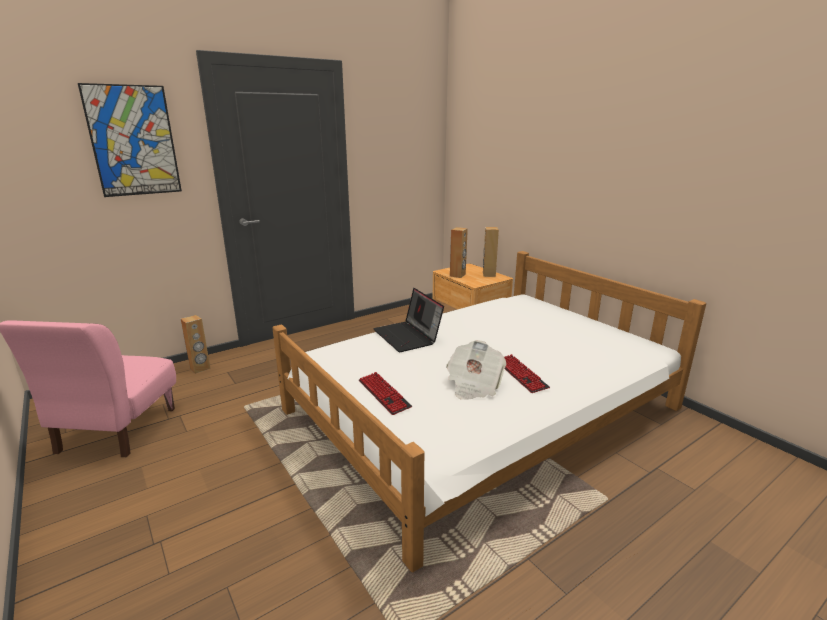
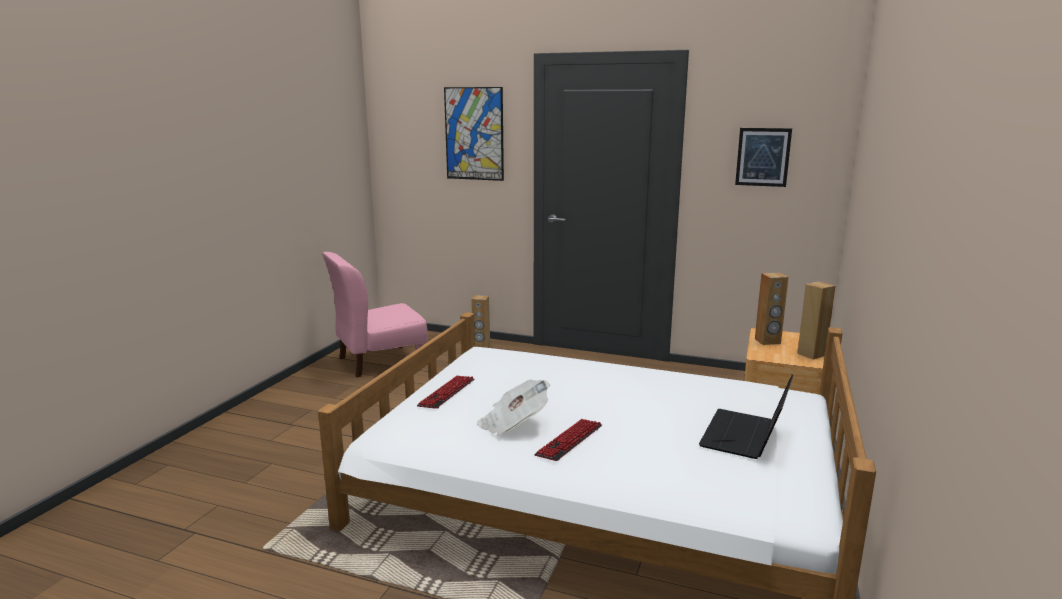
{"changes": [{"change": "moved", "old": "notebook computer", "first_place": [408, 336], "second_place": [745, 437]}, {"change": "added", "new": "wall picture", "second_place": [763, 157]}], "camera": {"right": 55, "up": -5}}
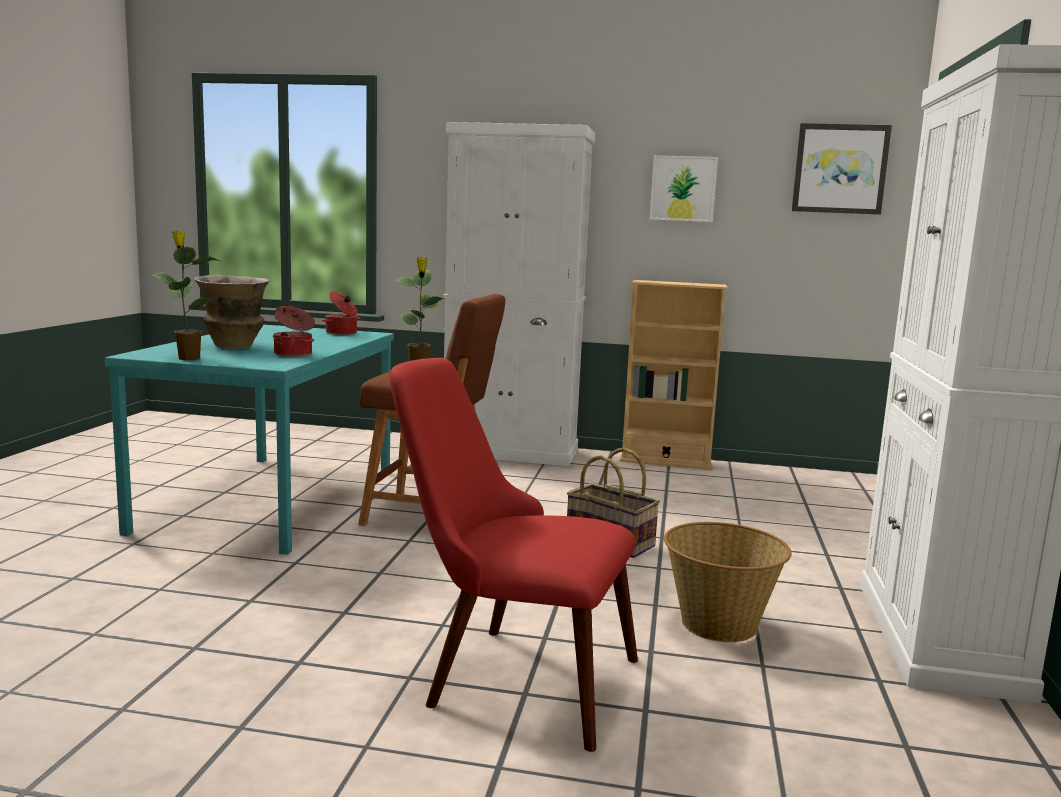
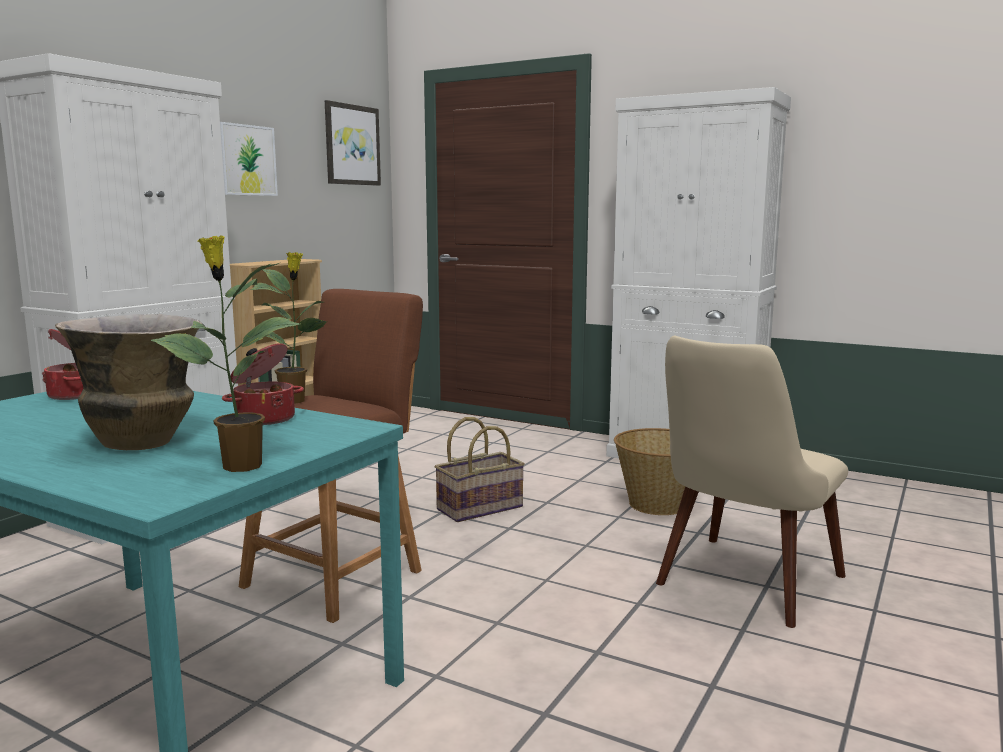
{"changes": [{"change": "recoloured", "old": "upright chair/reddish", "new": "upright chair/beige-coloured", "first_place": [508, 676], "second_place": [740, 588]}], "camera": {"right": -70, "up": 0}}
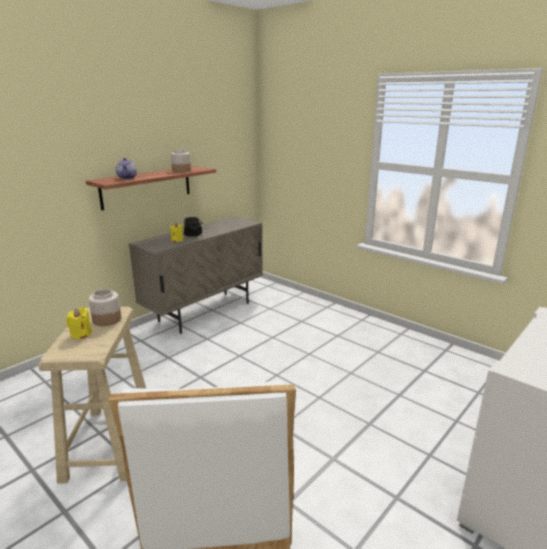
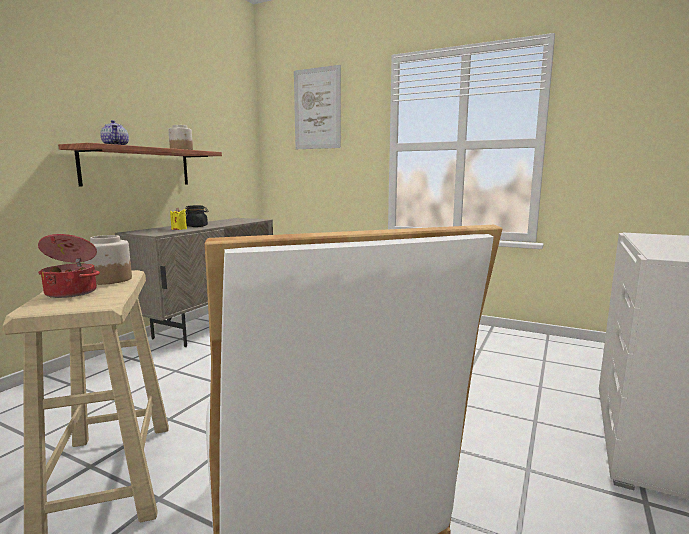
{"changes": [{"change": "replaced", "old": "wax light/yellow", "new": "stockpot", "first_place": [81, 334], "second_place": [72, 292]}, {"change": "added", "new": "wall picture", "second_place": [317, 109]}], "camera": {"right": -15, "up": -10}}
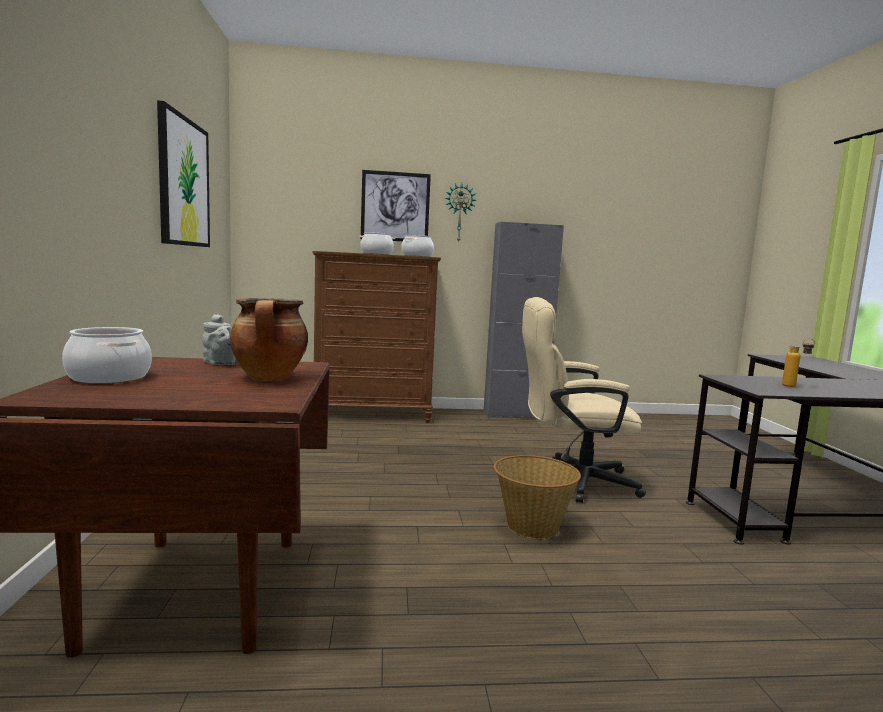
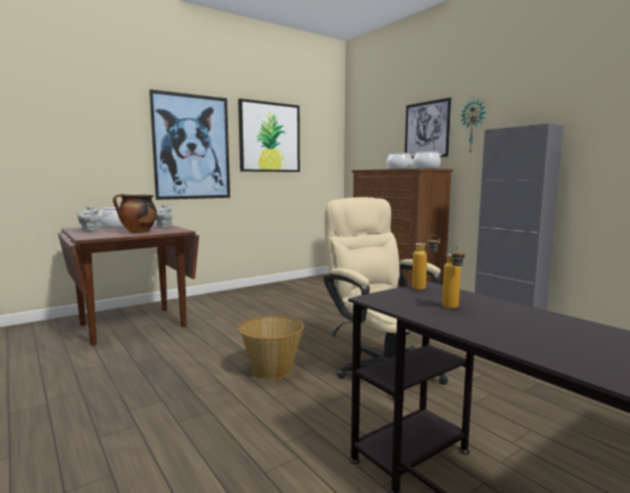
{"changes": [{"change": "added", "new": "pot for tea/greyish", "second_place": [89, 230]}, {"change": "added", "new": "wall picture", "second_place": [191, 147]}, {"change": "added", "new": "beverage bottle", "second_place": [424, 289]}], "camera": {"right": 60, "up": 0}}
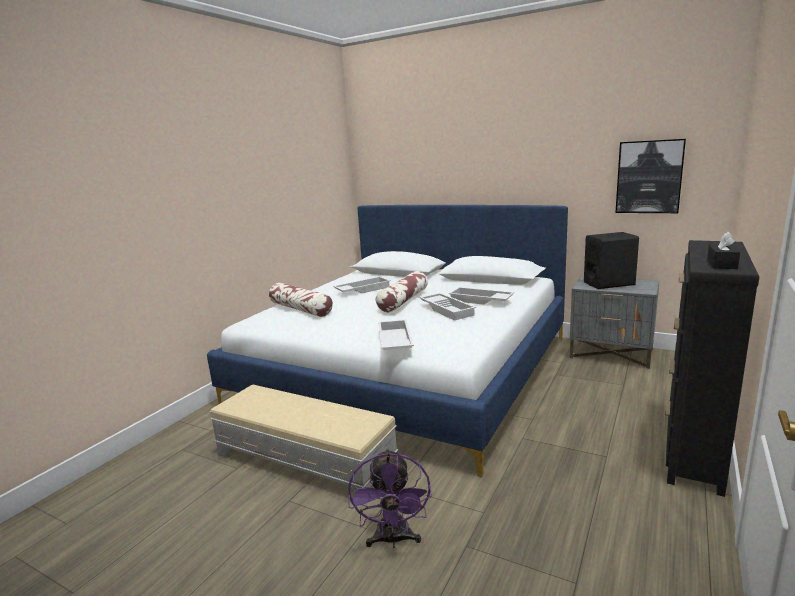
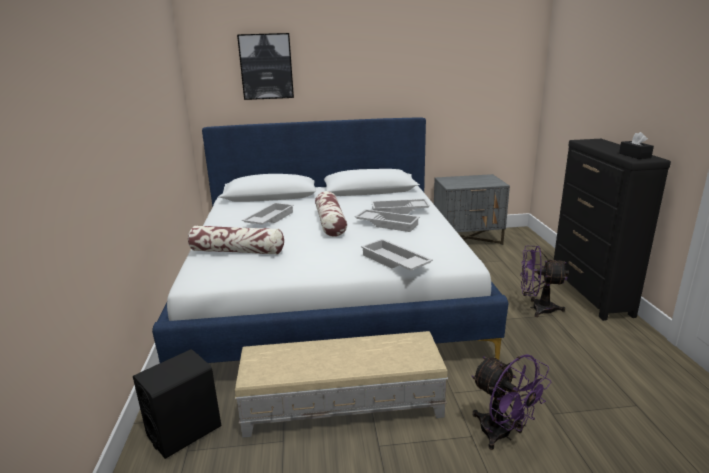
{"changes": [{"change": "moved", "old": "loudspeaker/black-coloured", "first_place": [609, 283], "second_place": [184, 431]}, {"change": "moved", "old": "wall picture", "first_place": [649, 177], "second_place": [266, 66]}, {"change": "added", "new": "fan/purple", "second_place": [537, 308]}], "camera": {"right": -35, "up": 5}}
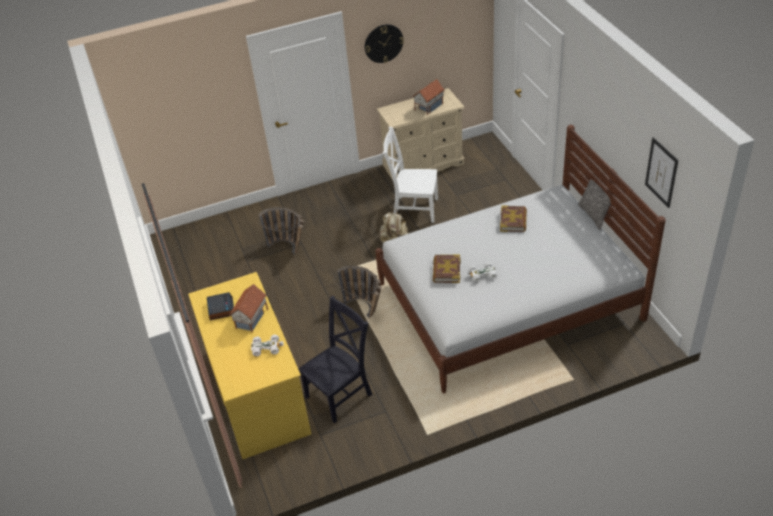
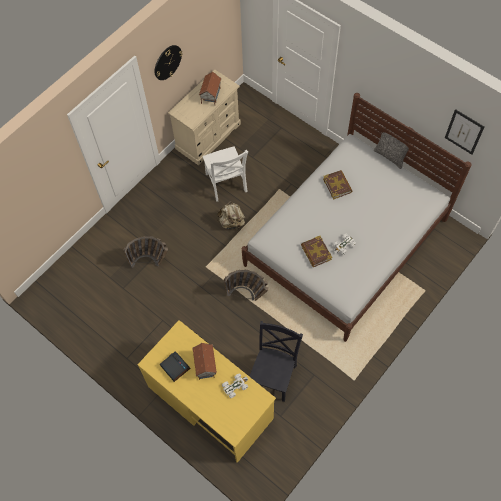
{"changes": [{"change": "turned", "old": "upright chair/white-coloured", "first_place": [413, 209], "second_place": [226, 184], "degrees": -90}], "camera": {"right": -30, "up": 20}}
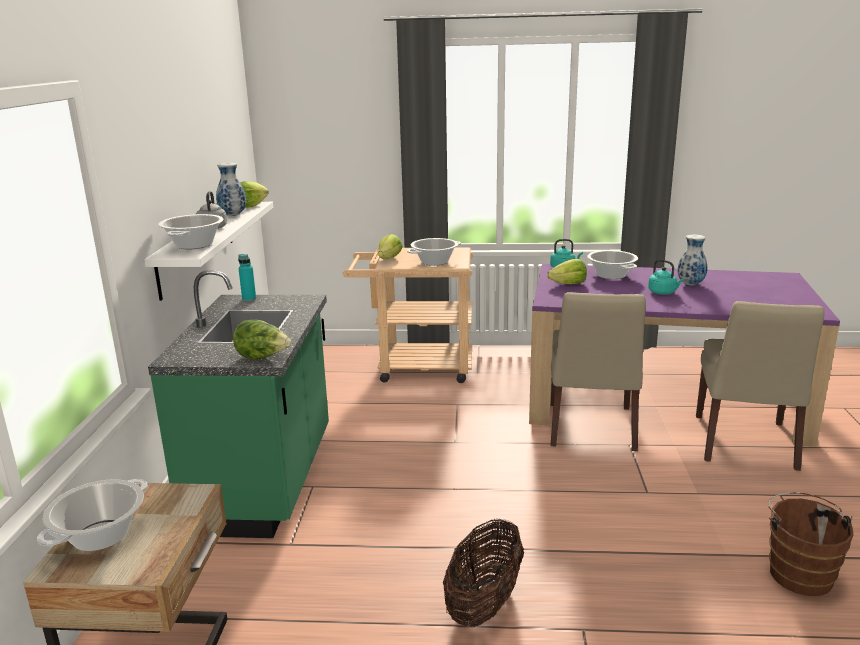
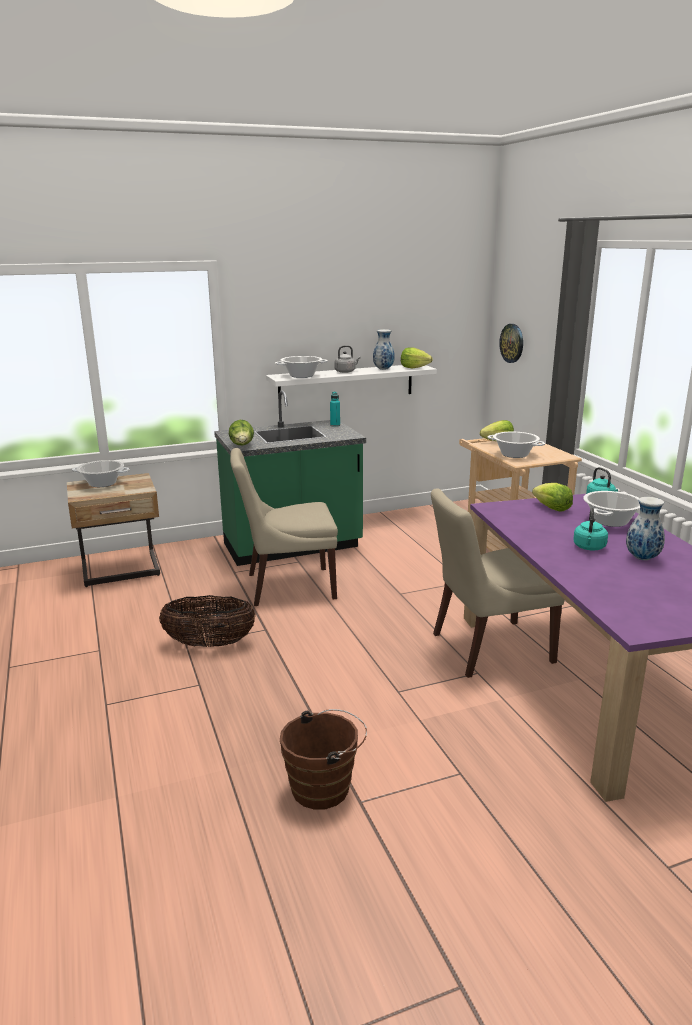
{"changes": [{"change": "moved", "old": "upright chair/beige-coloured", "first_place": [744, 444], "second_place": [287, 586]}, {"change": "added", "new": "hanging clock", "second_place": [512, 343]}], "camera": {"right": 65, "up": 0}}
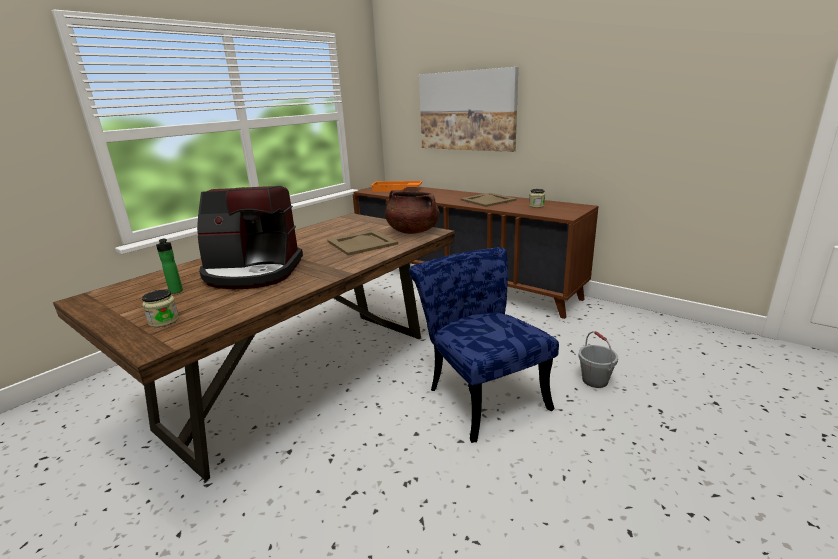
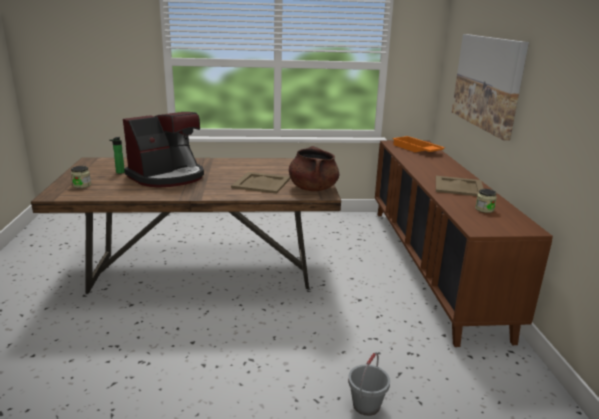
{"changes": [{"change": "turned", "old": "coffee maker", "first_place": [253, 272], "second_place": [167, 177], "degrees": -90}, {"change": "removed", "old": "upright chair/blue-coloured", "first_place": [481, 394]}], "camera": {"right": 45, "up": 0}}
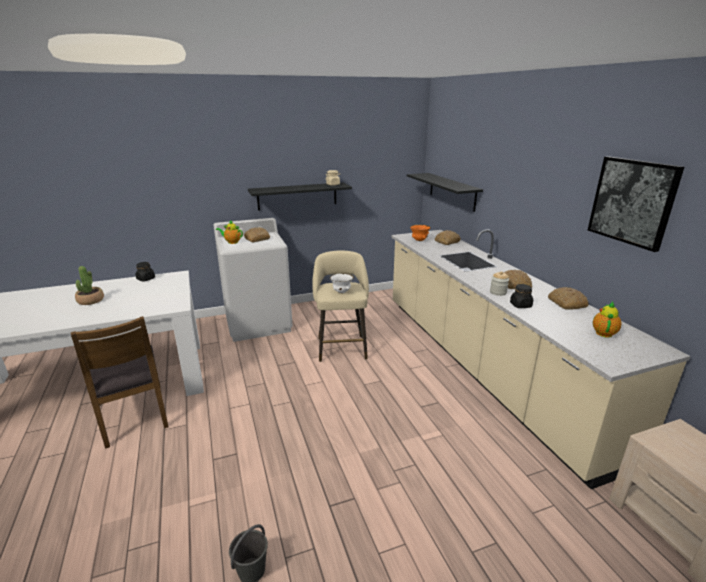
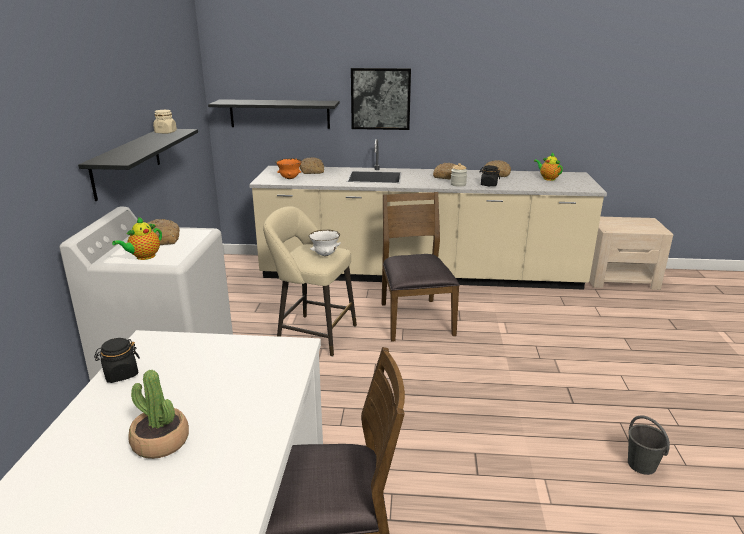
{"changes": [{"change": "moved", "old": "wall picture", "first_place": [632, 201], "second_place": [380, 99]}, {"change": "added", "new": "upright chair/brown-coloured", "second_place": [414, 318]}], "camera": {"right": -65, "up": 0}}
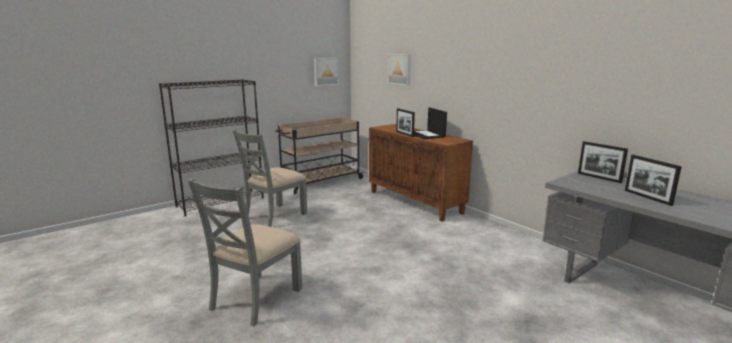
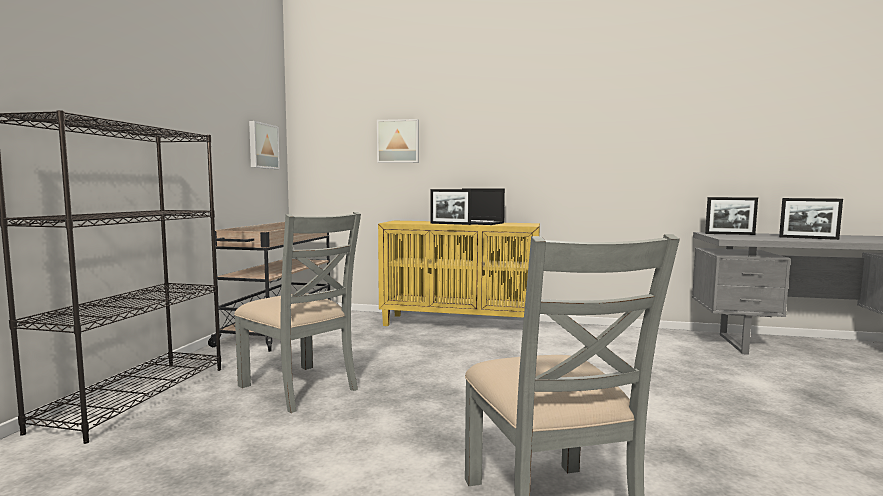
{"changes": [{"change": "turned", "old": "upright chair/greyish", "first_place": [274, 216], "second_place": [299, 387], "degrees": -45}, {"change": "recoloured", "old": "cabinet/brown-coloured", "new": "cabinet/yellow", "first_place": [415, 202], "second_place": [460, 324]}], "camera": {"right": -40, "up": -10}}
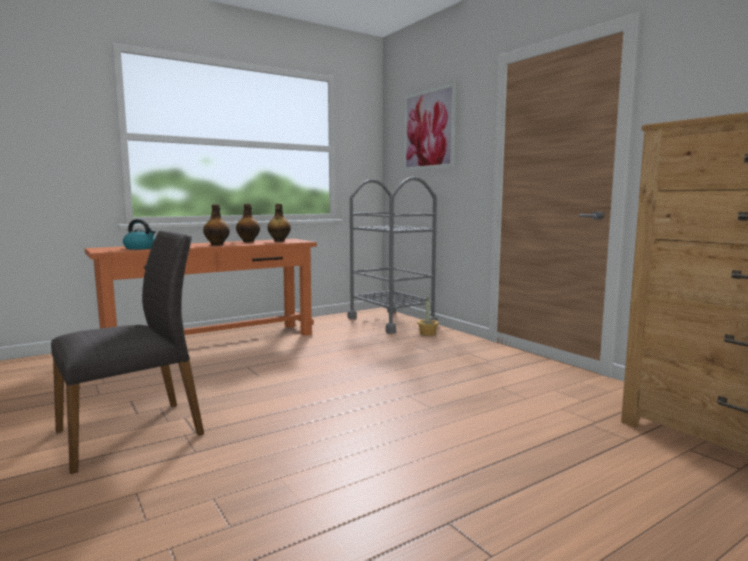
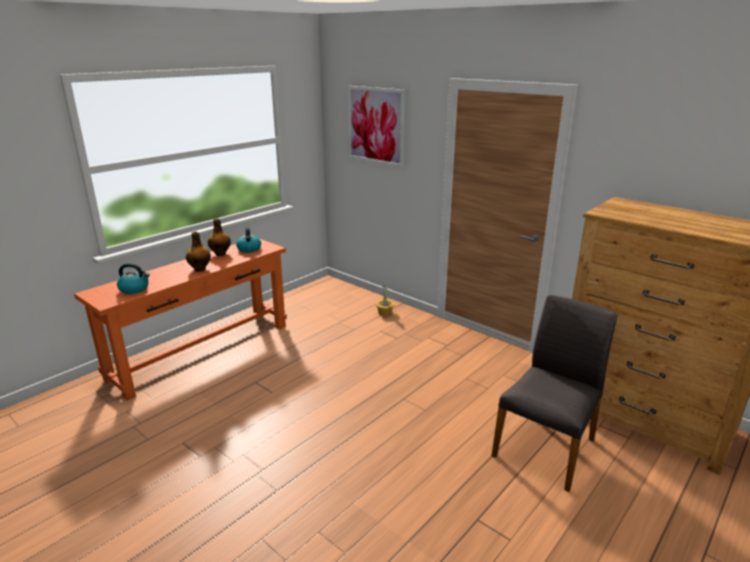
{"changes": [{"change": "replaced", "old": "beverage bottle", "new": "water kettle", "first_place": [279, 241], "second_place": [249, 249]}, {"change": "moved", "old": "upright chair/greyish", "first_place": [132, 432], "second_place": [546, 447]}, {"change": "removed", "old": "trolley/greyish", "first_place": [391, 321]}], "camera": {"right": -15, "up": 15}}
